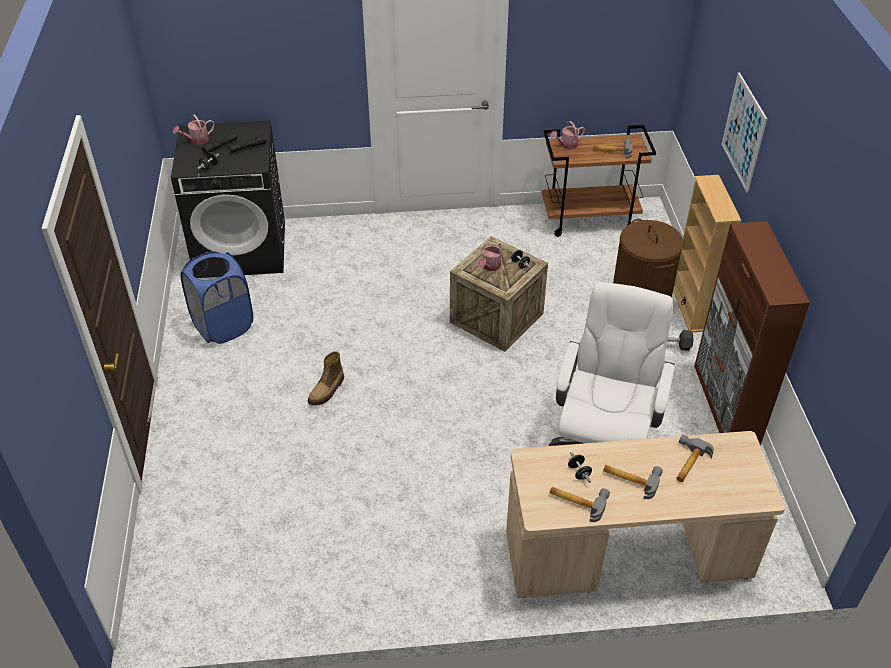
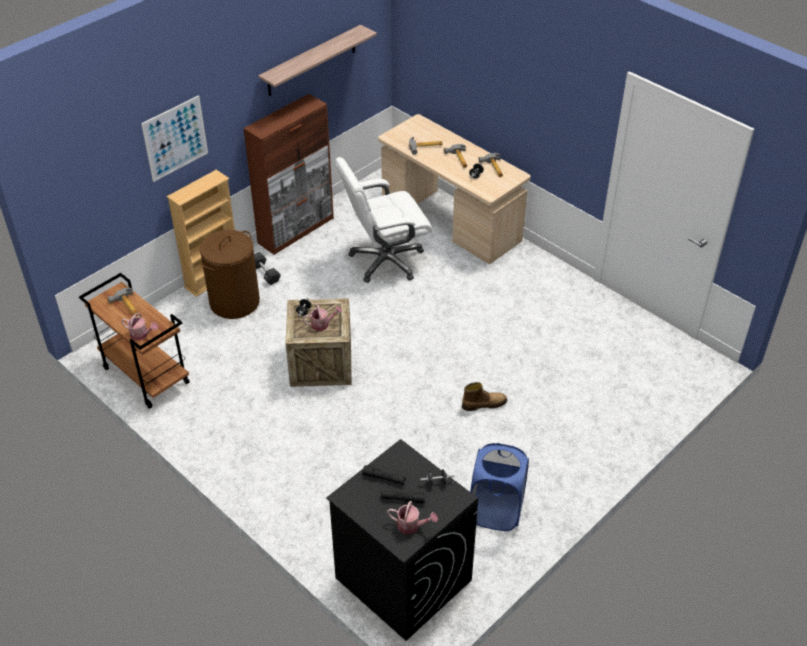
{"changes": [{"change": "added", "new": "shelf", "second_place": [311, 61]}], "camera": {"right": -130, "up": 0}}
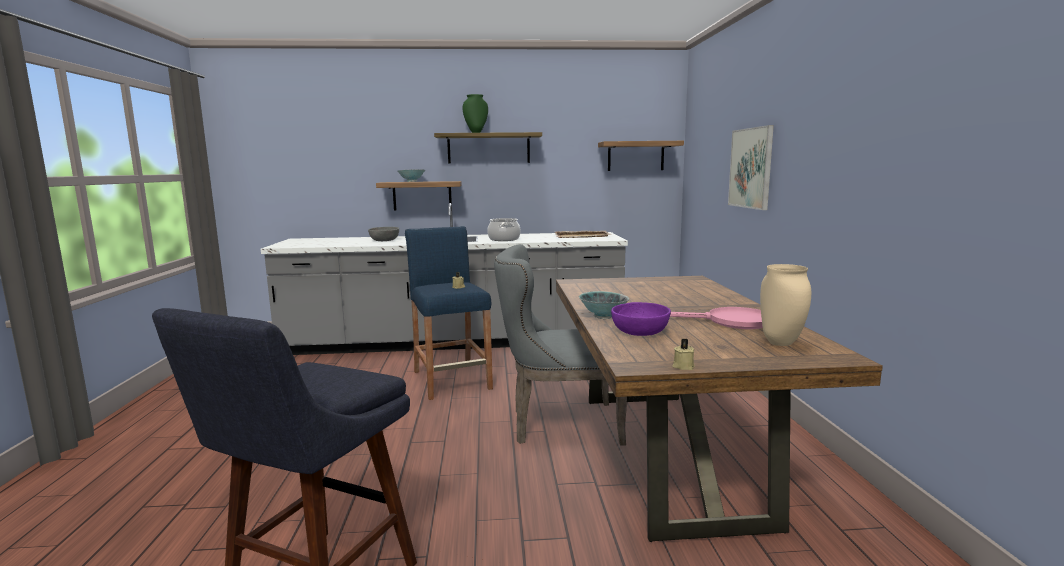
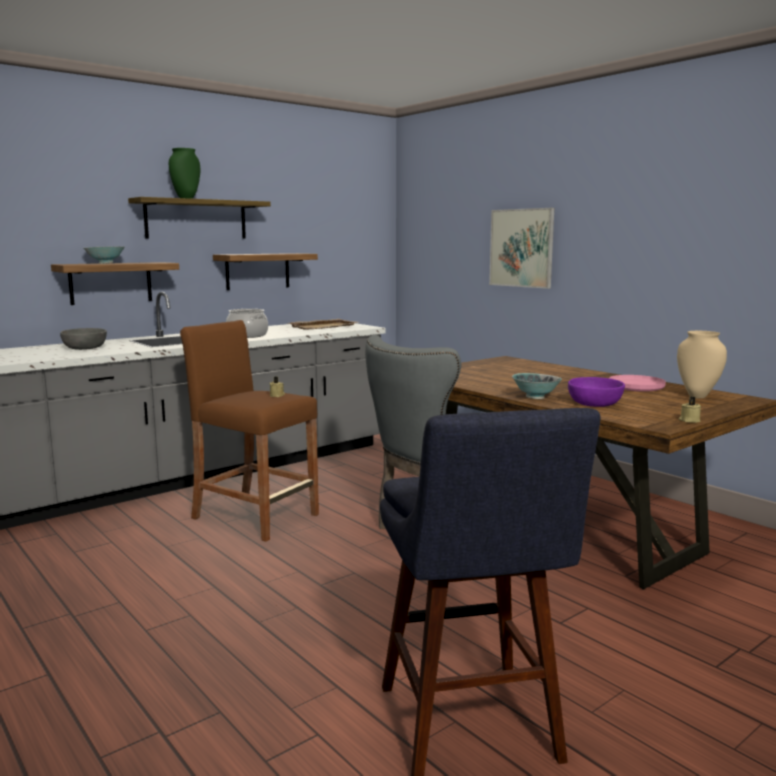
{"changes": [{"change": "recoloured", "old": "stool seat/blue-coloured", "new": "stool seat/brown-coloured", "first_place": [451, 380], "second_place": [255, 516]}, {"change": "moved", "old": "shelf", "first_place": [635, 156], "second_place": [257, 271]}], "camera": {"right": -35, "up": 0}}
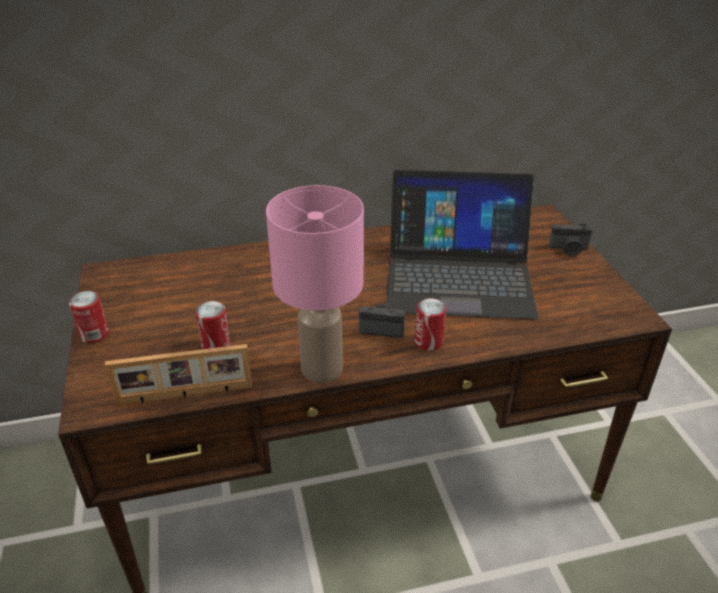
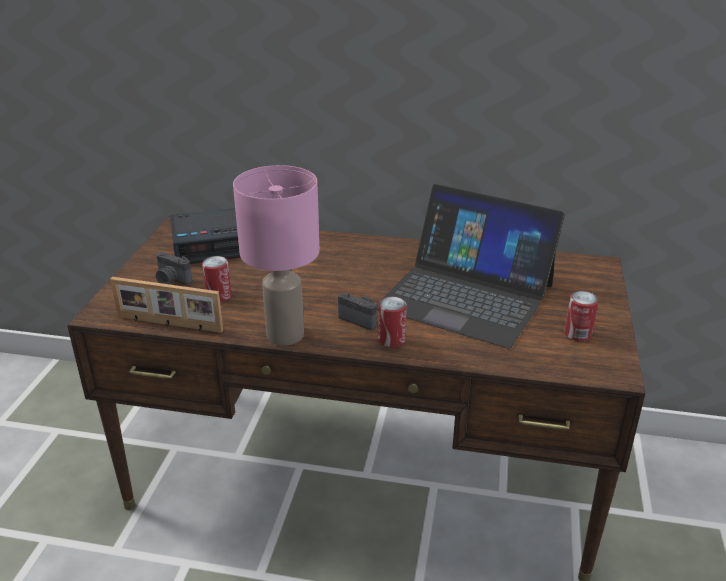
{"changes": [{"change": "moved", "old": "photo camera", "first_place": [569, 250], "second_place": [171, 281]}, {"change": "added", "new": "bedside clock", "second_place": [211, 245]}, {"change": "moved", "old": "can", "first_place": [94, 334], "second_place": [577, 334]}], "camera": {"right": 25, "up": -5}}
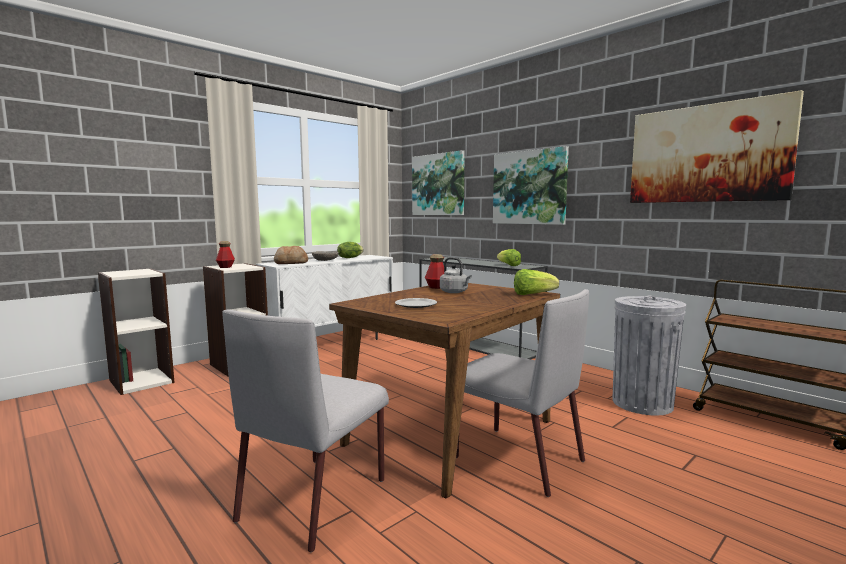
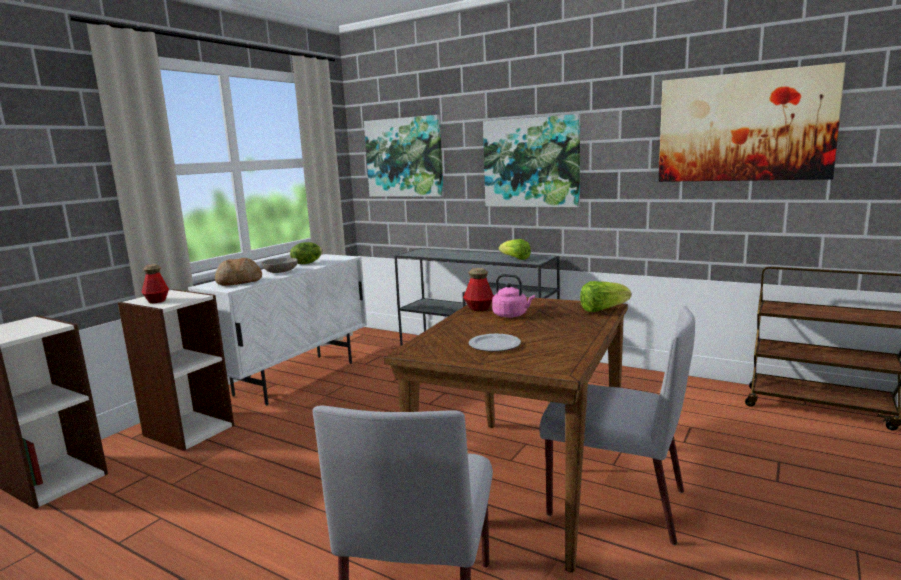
{"changes": [{"change": "recoloured", "old": "water kettle/greyish", "new": "water kettle/pinkish", "first_place": [455, 292], "second_place": [511, 315]}, {"change": "removed", "old": "waste bin/greyish", "first_place": [642, 403]}], "camera": {"right": -15, "up": 5}}
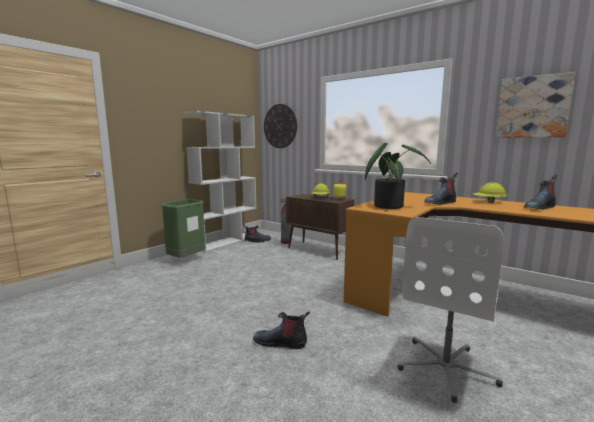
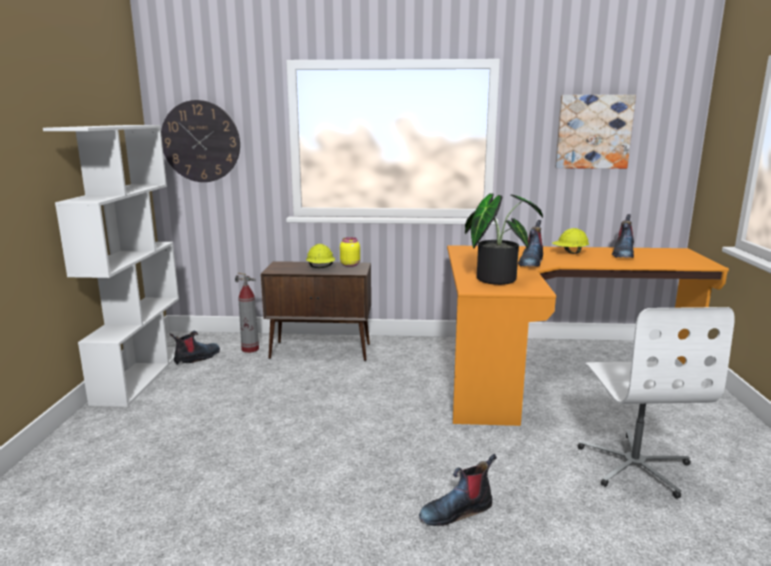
{"changes": [{"change": "removed", "old": "waste bin/greenish", "first_place": [186, 259]}], "camera": {"right": -35, "up": 5}}
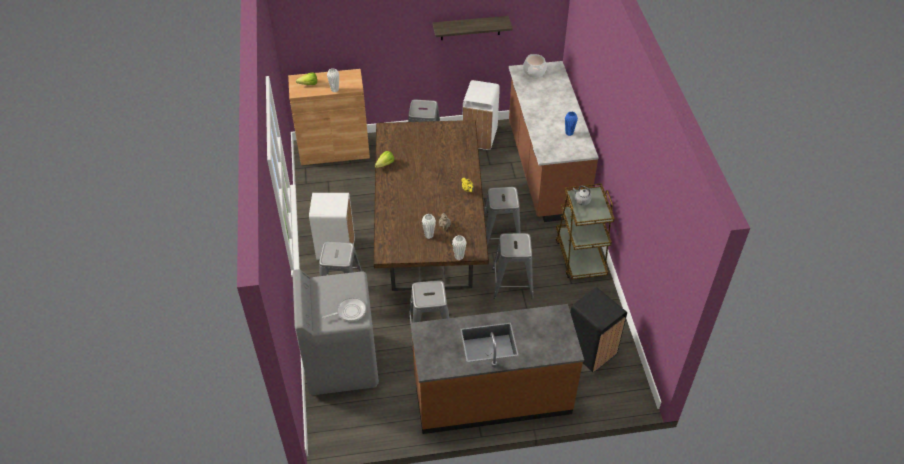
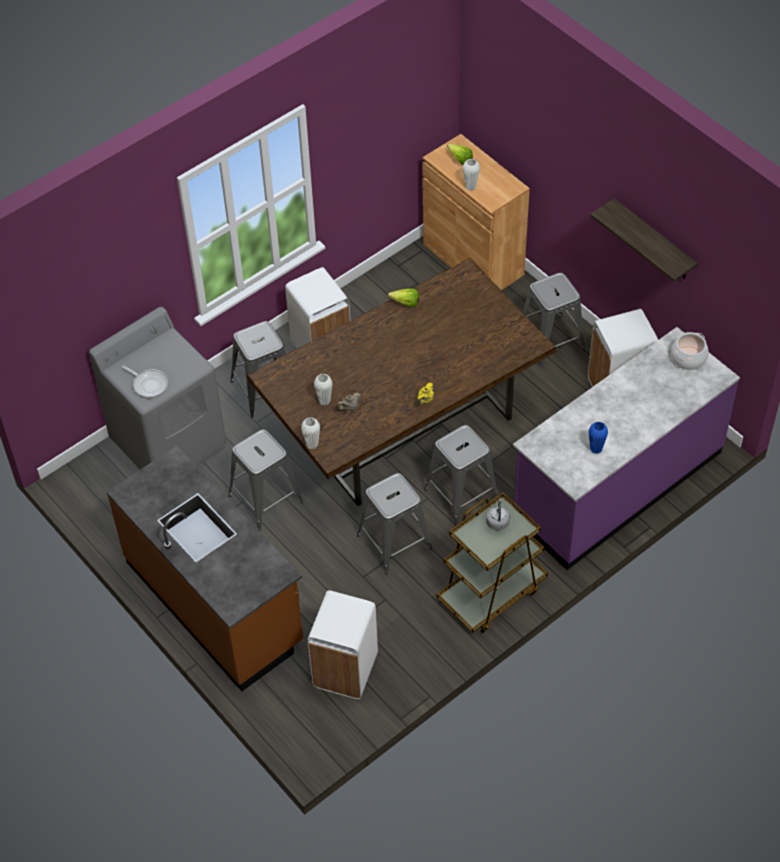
{"changes": [{"change": "recoloured", "old": "waste bin/black-coloured", "new": "waste bin/white-coloured", "first_place": [590, 351], "second_place": [344, 670]}, {"change": "recoloured", "old": "kitchen base unit/brown-coloured", "new": "kitchen base unit/purple", "first_place": [544, 169], "second_place": [617, 484]}], "camera": {"right": 60, "up": 5}}
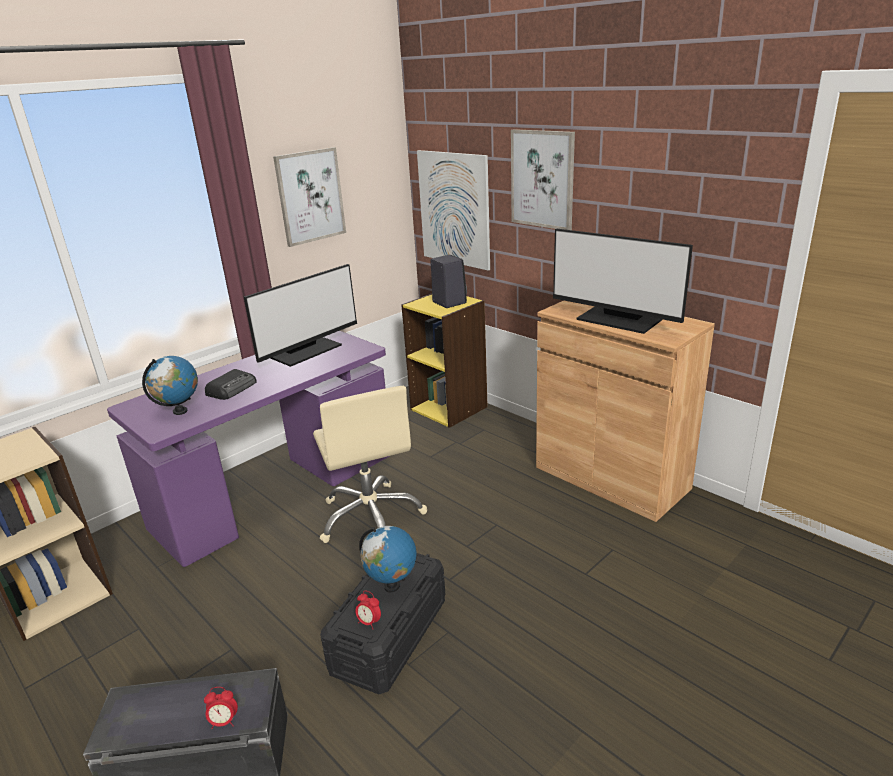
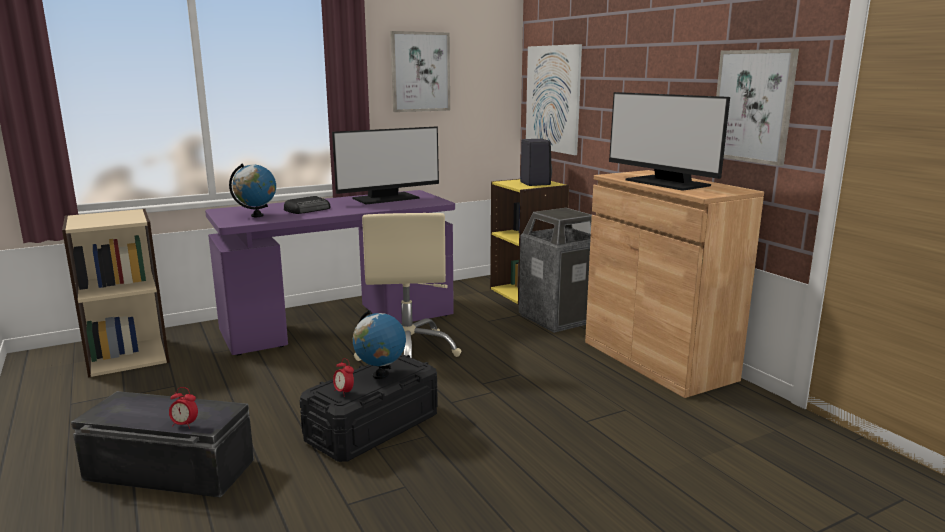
{"changes": [{"change": "added", "new": "waste bin", "second_place": [558, 318]}, {"change": "moved", "old": "wall picture", "first_place": [542, 179], "second_place": [753, 106]}], "camera": {"right": 15, "up": -10}}
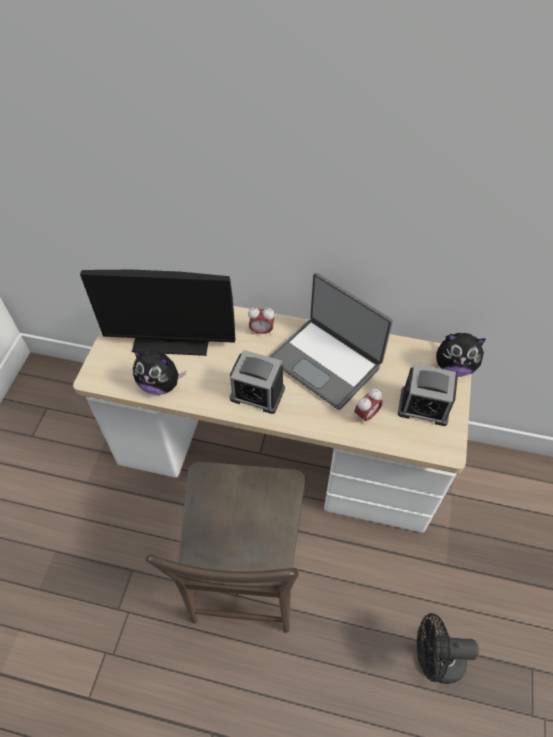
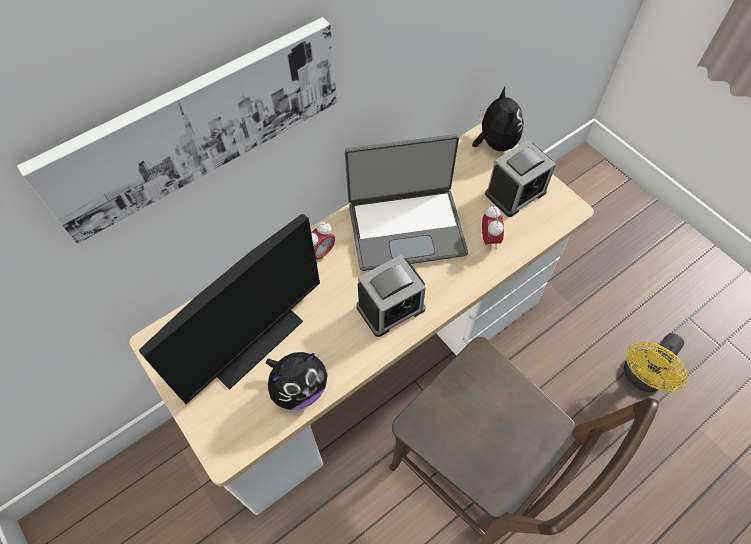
{"changes": [{"change": "added", "new": "wall picture", "second_place": [197, 125]}, {"change": "turned", "old": "plush toy", "first_place": [454, 367], "second_place": [494, 143], "degrees": -60}, {"change": "recoloured", "old": "fan/black-coloured", "new": "fan/yellow", "first_place": [434, 659], "second_place": [641, 378]}], "camera": {"right": -50, "up": 5}}
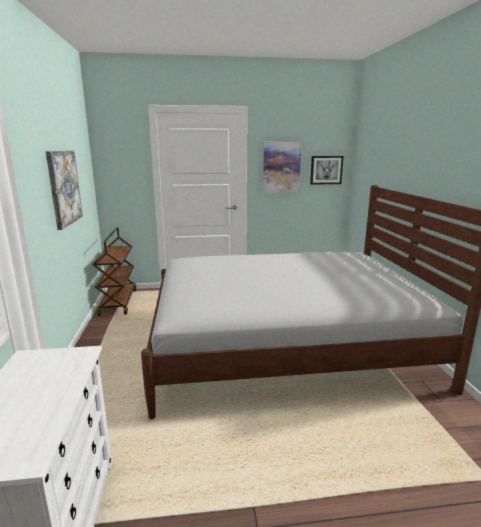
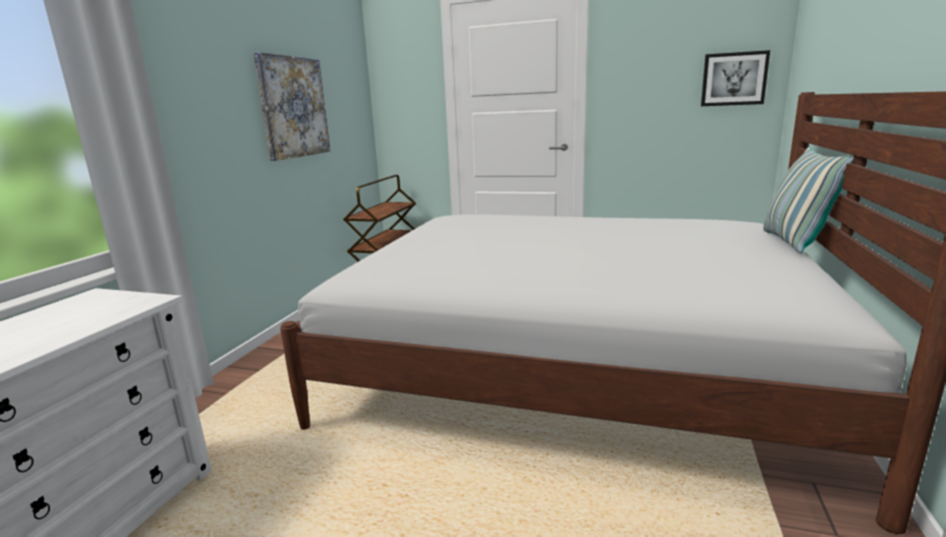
{"changes": [{"change": "added", "new": "pillow", "second_place": [793, 242]}, {"change": "removed", "old": "wall picture", "first_place": [281, 167]}], "camera": {"right": 25, "up": 0}}
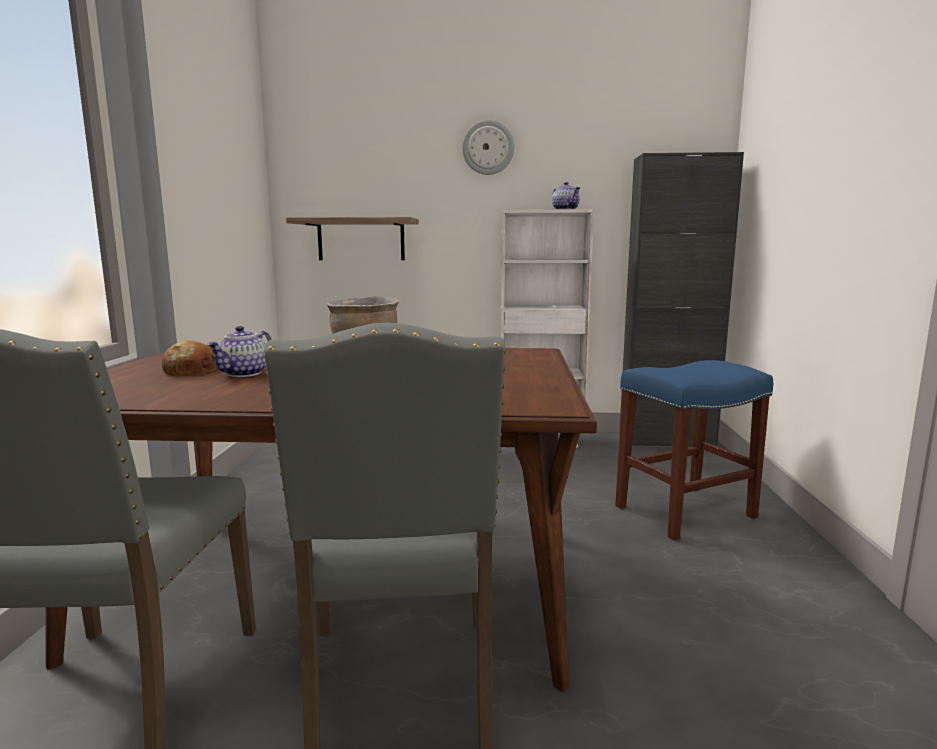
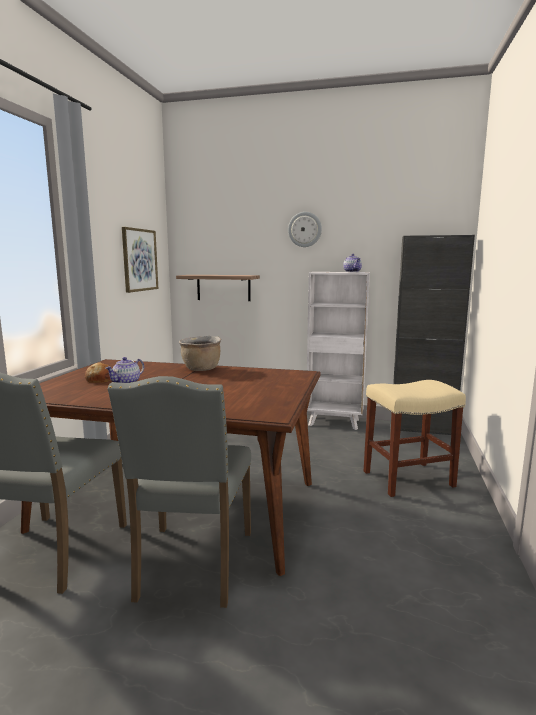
{"changes": [{"change": "added", "new": "wall picture", "second_place": [139, 260]}, {"change": "recoloured", "old": "stool seat/blue-coloured", "new": "stool seat/beige-coloured", "first_place": [684, 512], "second_place": [407, 479]}], "camera": {"right": 10, "up": 0}}
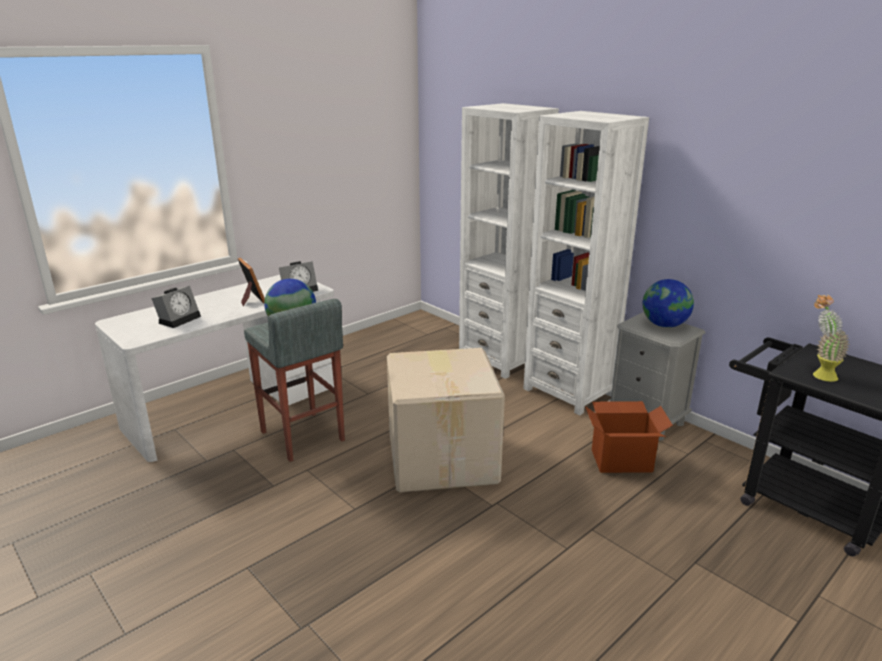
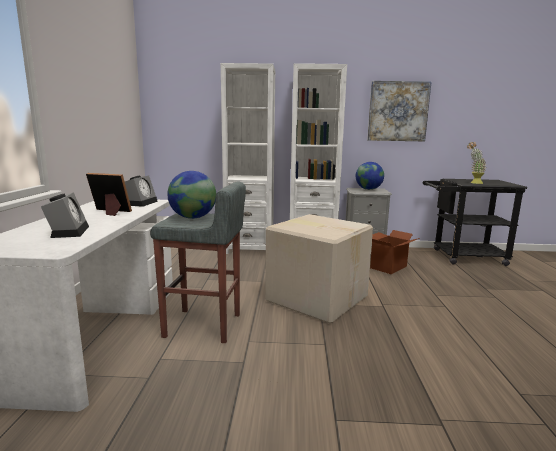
{"changes": [{"change": "added", "new": "wall picture", "second_place": [398, 111]}], "camera": {"right": -45, "up": -10}}
